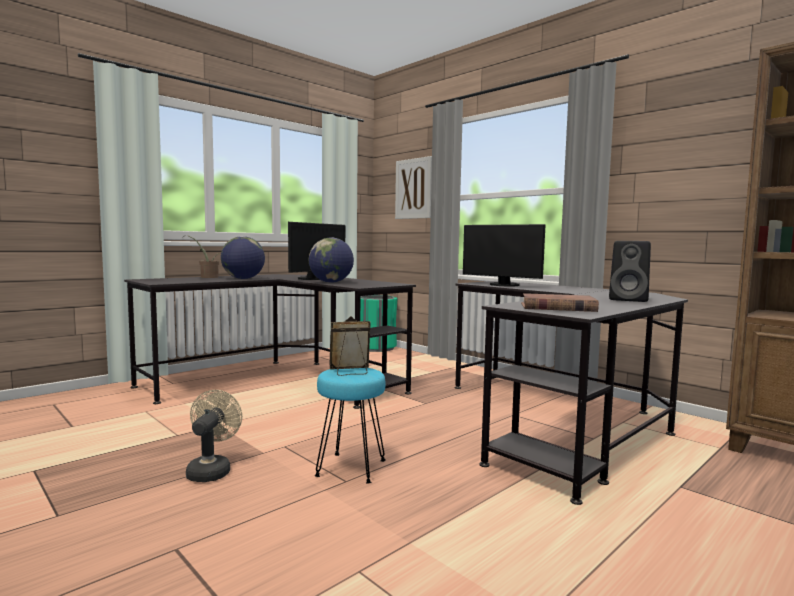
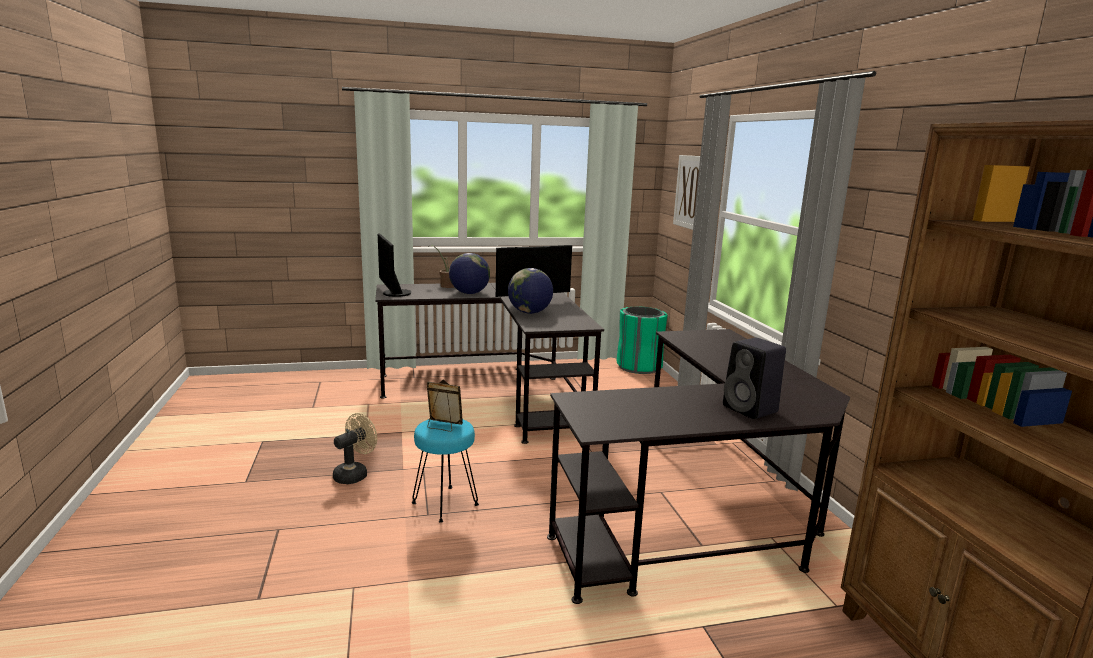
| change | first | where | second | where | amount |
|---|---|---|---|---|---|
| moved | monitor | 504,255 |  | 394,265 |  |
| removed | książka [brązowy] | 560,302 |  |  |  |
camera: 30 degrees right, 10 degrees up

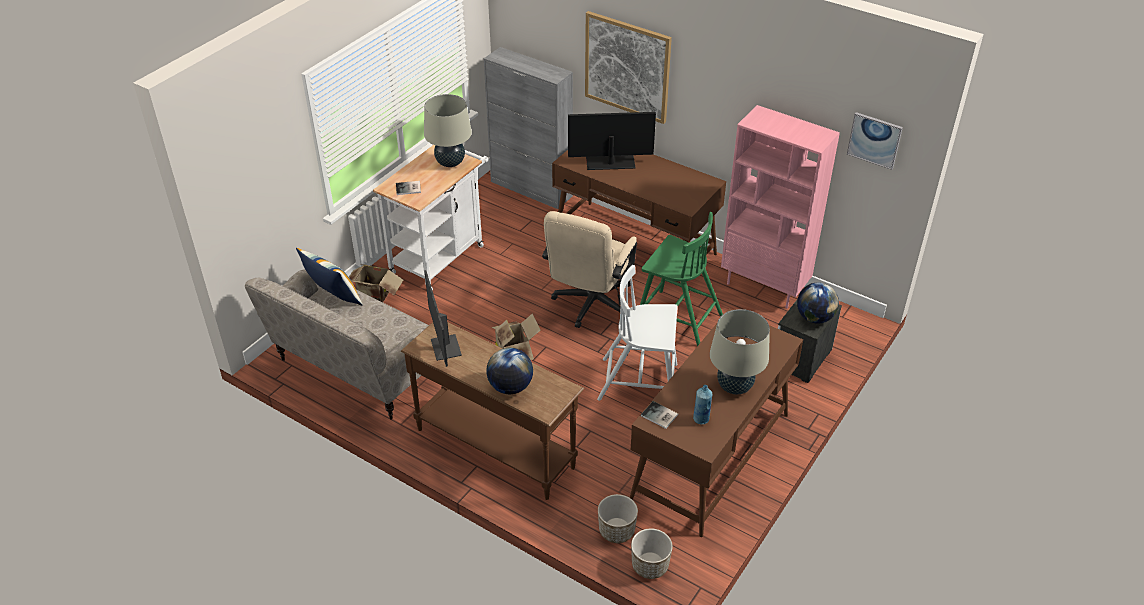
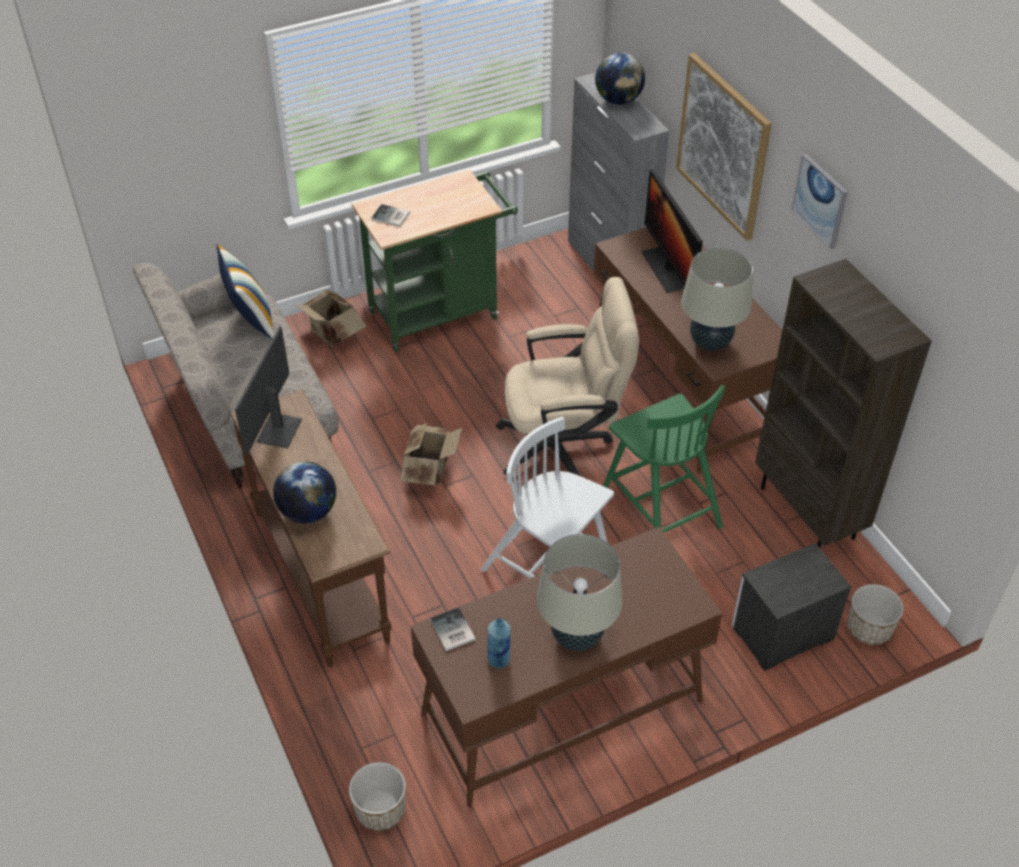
| change | first | where | second | where | amount |
|---|---|---|---|---|---|
| moved | lampa stołowa [beżowy] | 448,130 |  | 717,299 |  |
| recoloured | regał [różowy] | 780,207 | regał [brązowy] | 843,403 |  |
| turned | monitor | 612,141 |  | 672,231 | 135 degrees counterclockwise |
| moved | obraz | 875,141 |  | 819,201 |  |
| recoloured | wózek [biały] | 430,217 | wózek [zielony] | 434,260 |  |
| turned | krzesło biurowe [beżowy] | 589,269 |  | 567,376 | 150 degrees counterclockwise |
| moved | globus | 818,303 |  | 620,79 |  |
| moved | donica | 618,518 |  | 875,614 |  |
camera: 30 degrees right, 5 degrees up

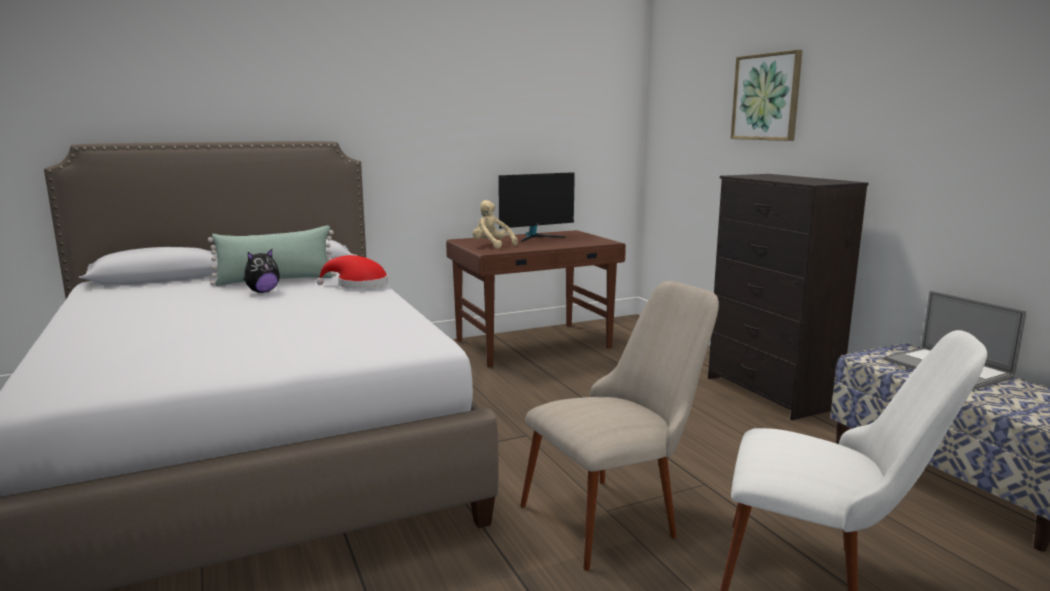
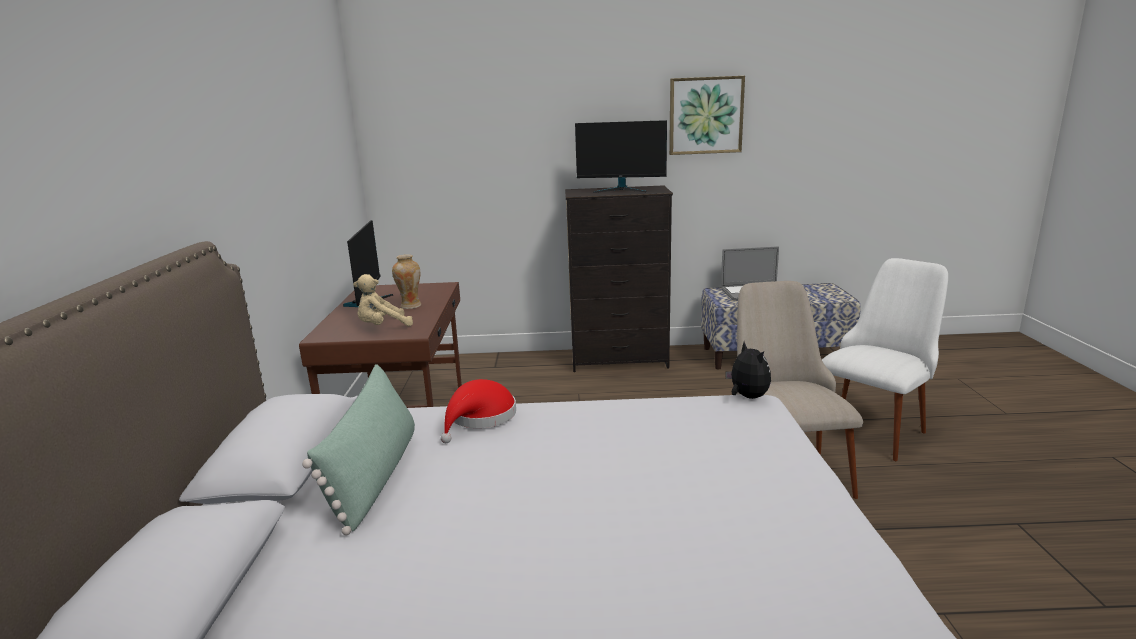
| change | first | where | second | where | amount |
|---|---|---|---|---|---|
| moved | obraz | 767,95 |  | 707,115 |  |
| moved | pluszak | 262,271 |  | 748,370 |  |
| added |  |  | monitor | 621,156 |  |
| added |  |  | wazon | 406,281 |  |
camera: 65 degrees left, 5 degrees up

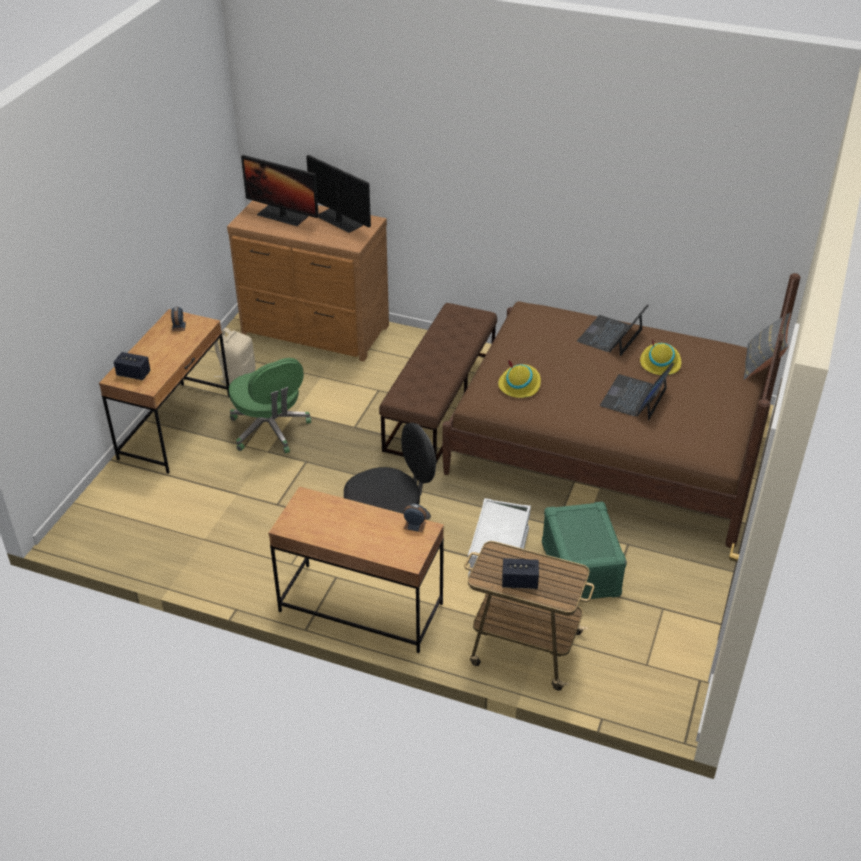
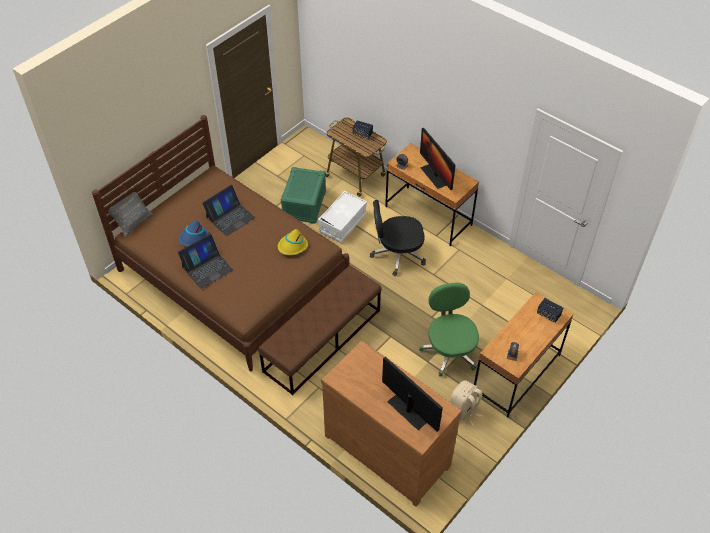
| change | first | where | second | where | amount |
|---|---|---|---|---|---|
| moved | monitor | 338,194 |  | 438,159 |  |
| recoloured | kapelusz [żółty] | 660,357 | kapelusz [niebieski] | 193,233 |  |
camera: 160 degrees left, 10 degrees up

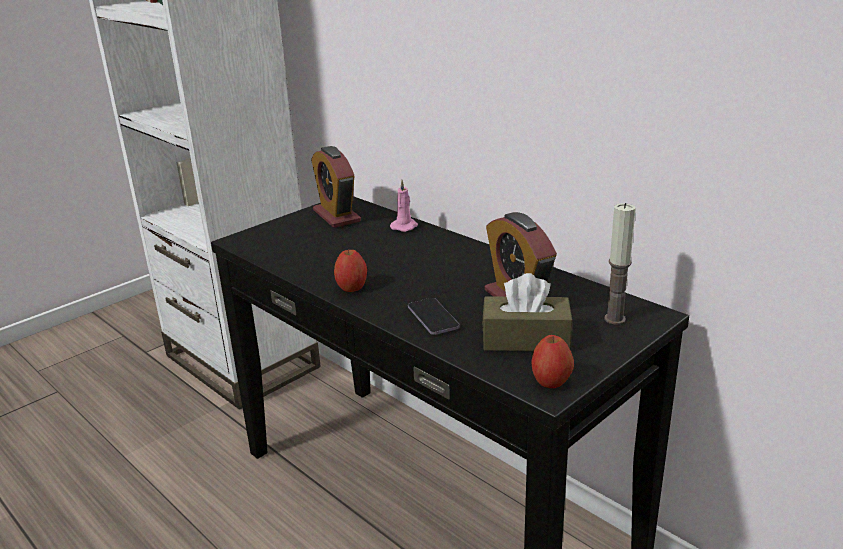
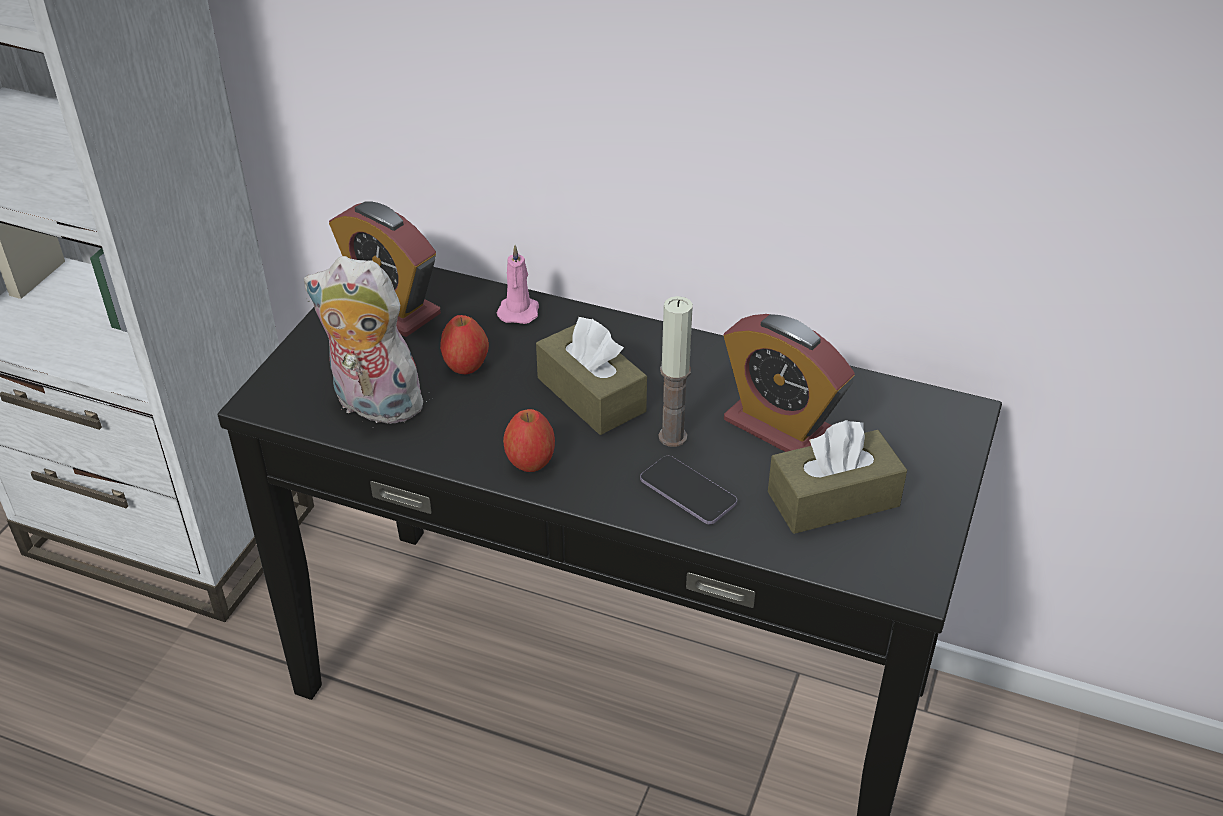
| change | first | where | second | where | amount |
|---|---|---|---|---|---|
| moved | świeca | 620,264 |  | 675,371 |  |
| moved | jabłko | 552,361 |  | 464,345 |  |
| added |  |  | pluszak | 365,340 |  |
| added |  |  | pudełko chusteczek [brązowy] | 591,376 |  |
camera: 25 degrees left, 15 degrees up

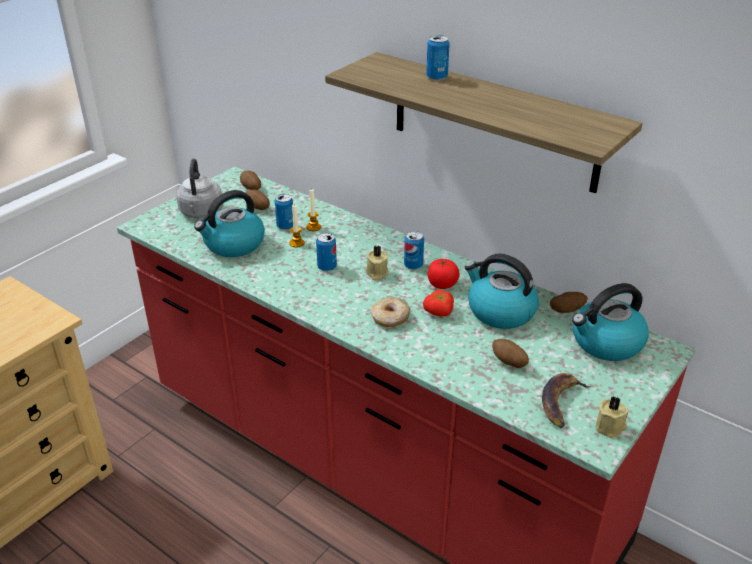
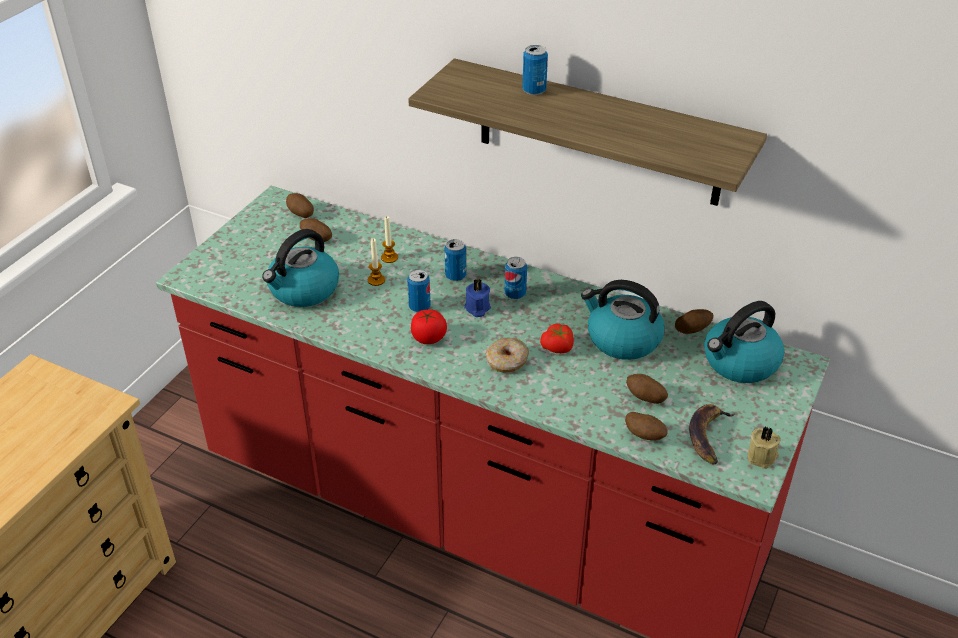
| change | first | where | second | where | amount |
|---|---|---|---|---|---|
| removed | czajnik [szary] | 199,188 |  |  |  |
| moved | puszka | 284,212 |  | 455,260 |  |
| recoloured | świeca [beżowy] | 377,262 | świeca [niebieski] | 477,297 |  |
| moved | pomidor | 444,274 |  | 429,326 |  |
| added |  |  | ziemniak | 646,426 |  |
camera: 10 degrees left, 5 degrees up

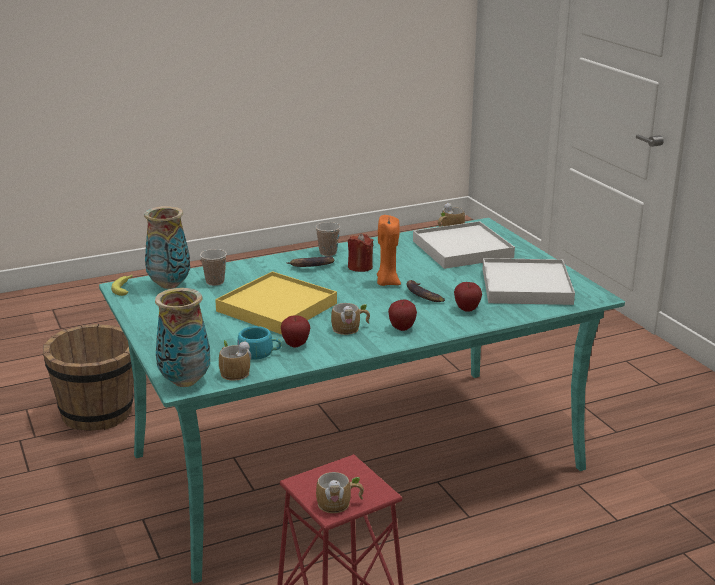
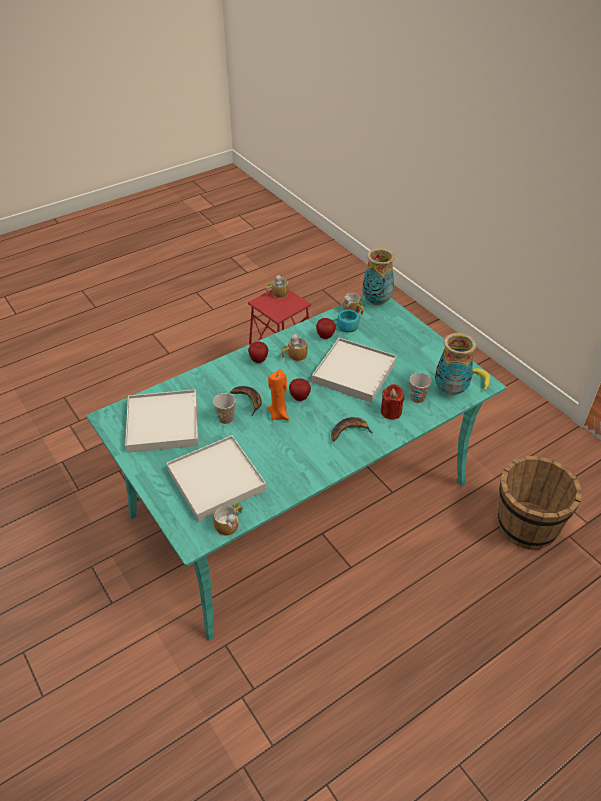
| change | first | where | second | where | amount |
|---|---|---|---|---|---|
| moved | filiżanka | 327,239 |  | 224,408 |  |
| moved | świeca [czerwony] | 360,252 |  | 393,401 |  |
| recoloured | taca [żółty] | 276,303 | taca [biały] | 354,370 |  |
| moved | jabłko | 468,297 |  | 300,389 |  |
camera: 170 degrees right, 20 degrees up

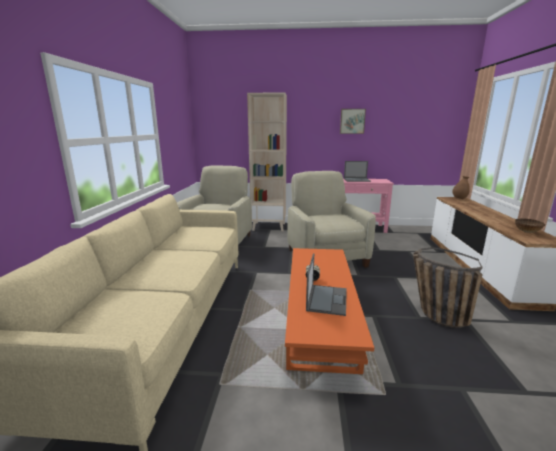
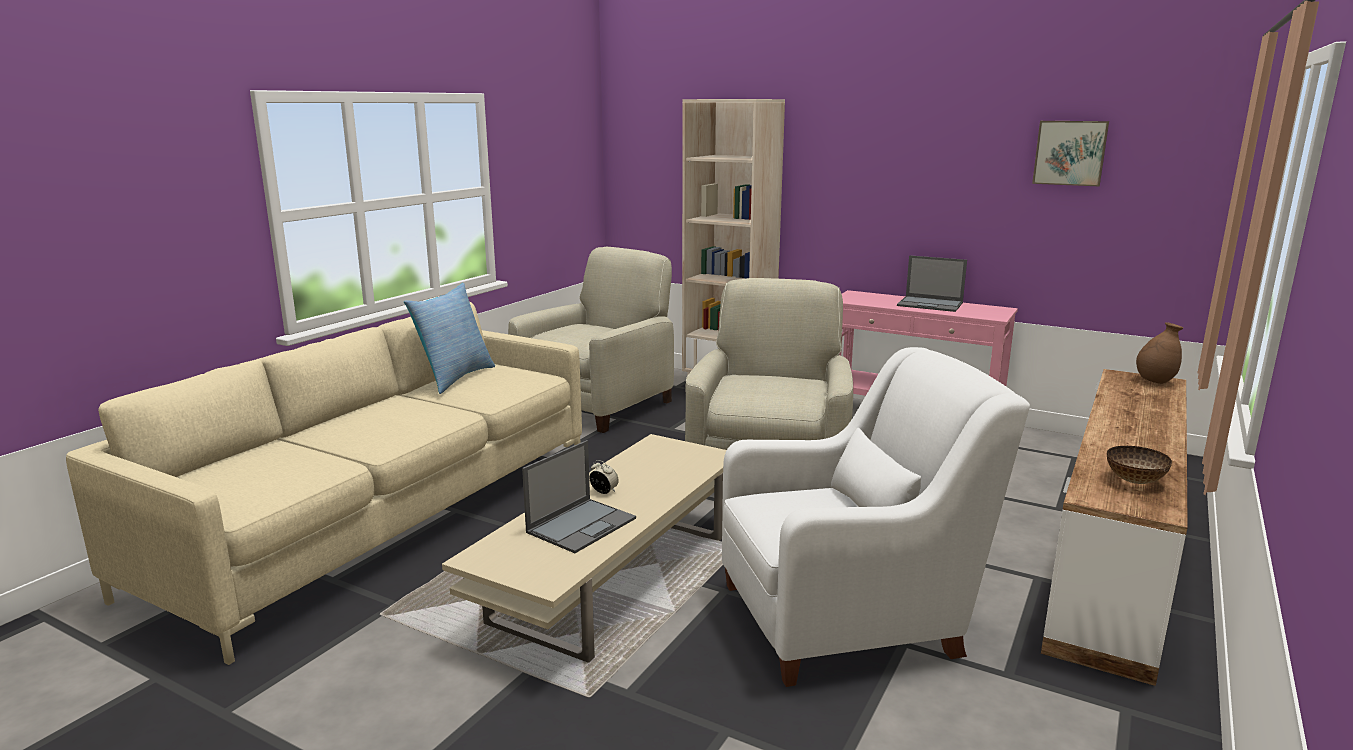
| change | first | where | second | where | amount |
|---|---|---|---|---|---|
| moved | obraz | 353,121 |  | 1070,153 |  |
| replaced | koszyk | 448,287 | fotel [biały] | 876,517 |  |
| recoloured | ława [pomarańczowy] | 329,311 | ława [beżowy] | 584,548 |  |
| added |  |  | poduszka | 449,338 |  |
camera: 25 degrees right, 0 degrees up

